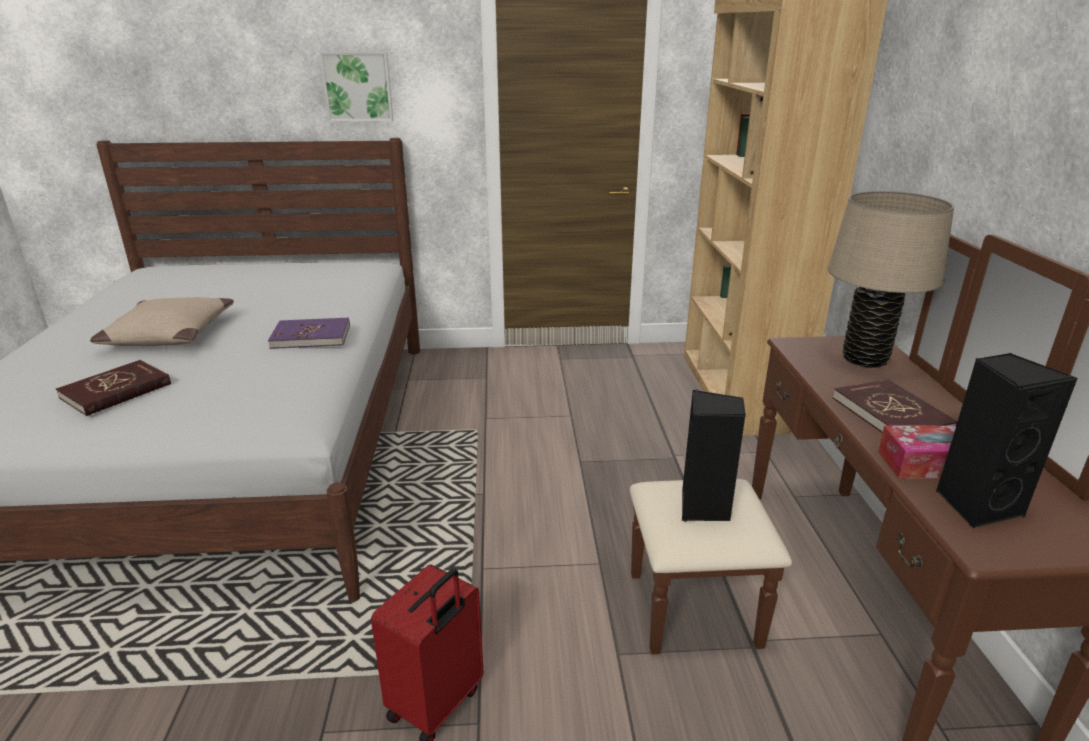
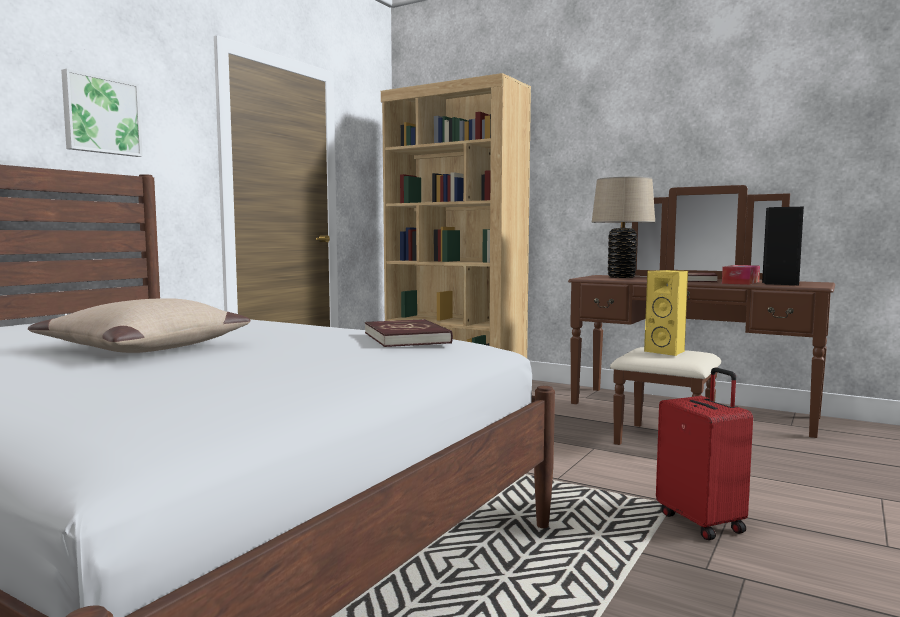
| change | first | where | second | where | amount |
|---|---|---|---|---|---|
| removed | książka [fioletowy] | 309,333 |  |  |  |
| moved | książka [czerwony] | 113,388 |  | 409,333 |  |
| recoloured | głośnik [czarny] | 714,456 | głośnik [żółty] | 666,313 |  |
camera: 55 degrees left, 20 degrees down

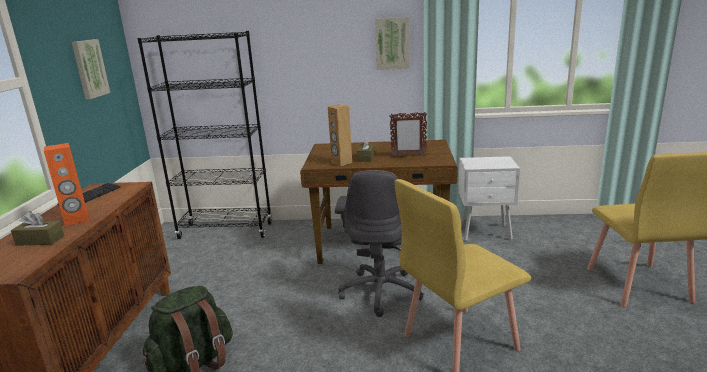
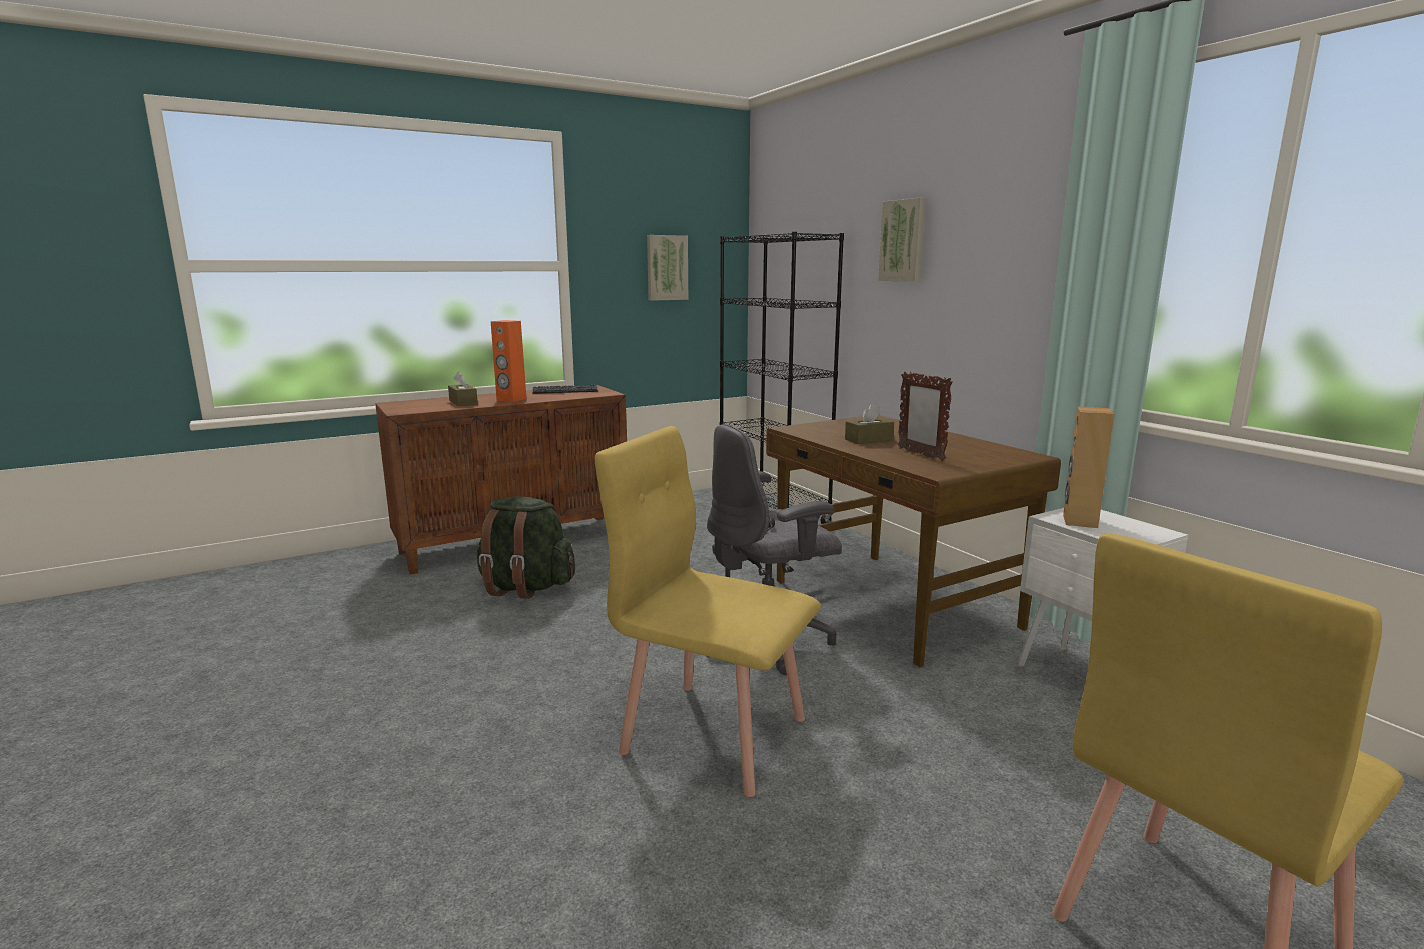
| change | first | where | second | where | amount |
|---|---|---|---|---|---|
| moved | obraz | 392,43 |  | 902,240 |  |
| moved | głośnik [brązowy] | 340,135 |  | 1088,467 |  |
camera: 55 degrees right, 5 degrees down

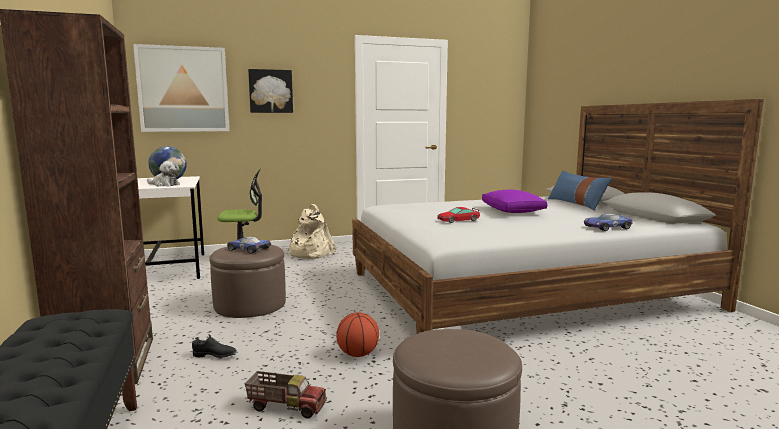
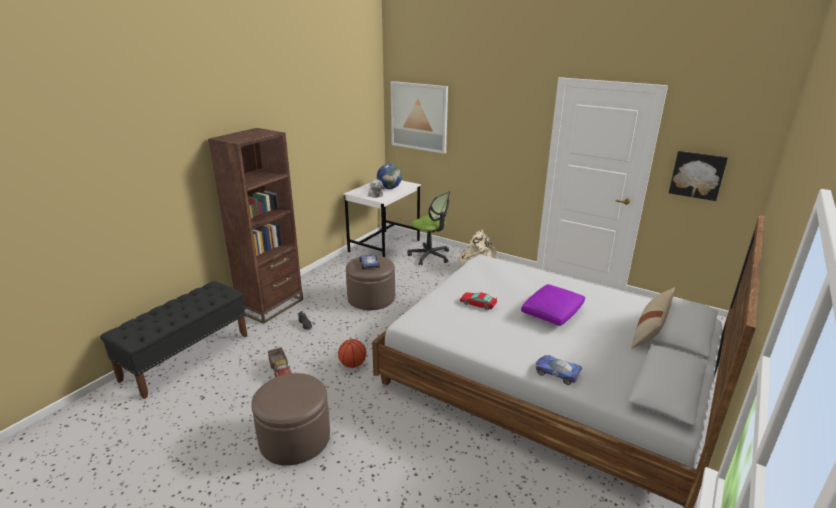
| change | first | where | second | where | amount |
|---|---|---|---|---|---|
| moved | obraz | 270,91 |  | 698,176 |  |
| recoloured | poduszka [niebieski] | 580,191 | poduszka [beżowy] | 653,318 |  |
camera: 50 degrees right, 15 degrees up

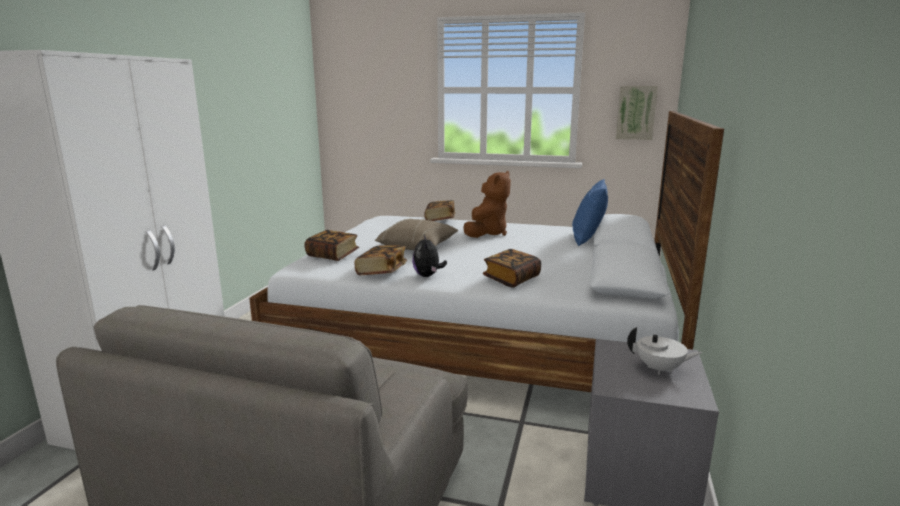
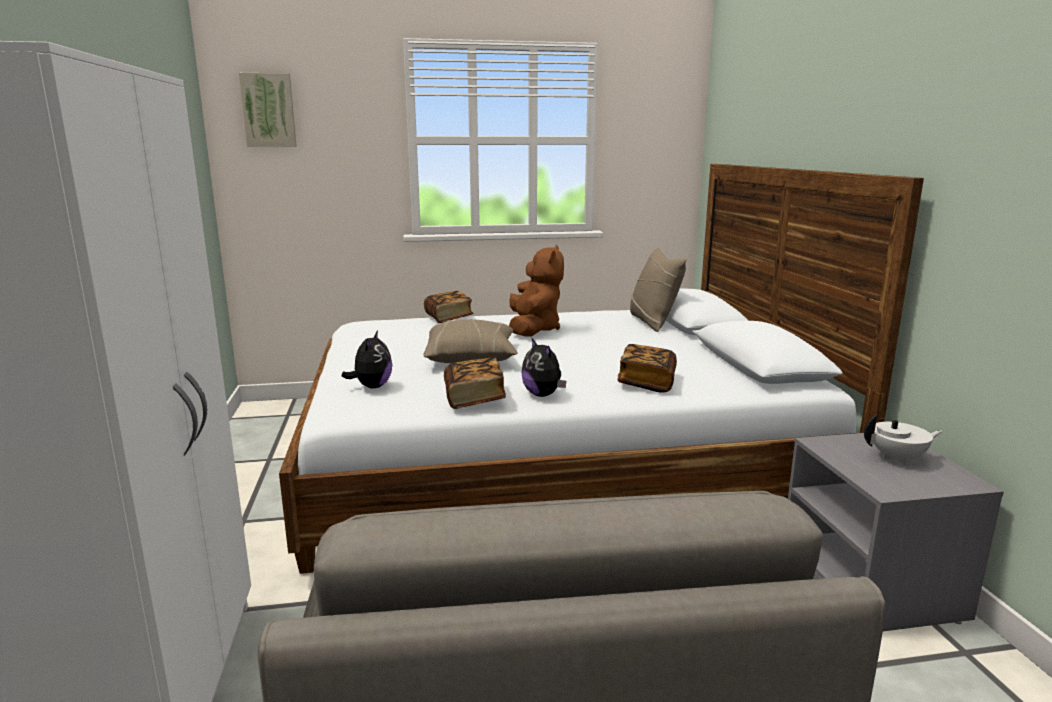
| change | first | where | second | where | amount |
|---|---|---|---|---|---|
| moved | obraz | 637,113 |  | 268,110 |  |
| recoloured | poduszka [niebieski] | 590,212 | poduszka [beżowy] | 658,290 |  |
| replaced | książka | 331,245 | pluszak | 366,359 |  |
camera: 25 degrees left, 0 degrees up

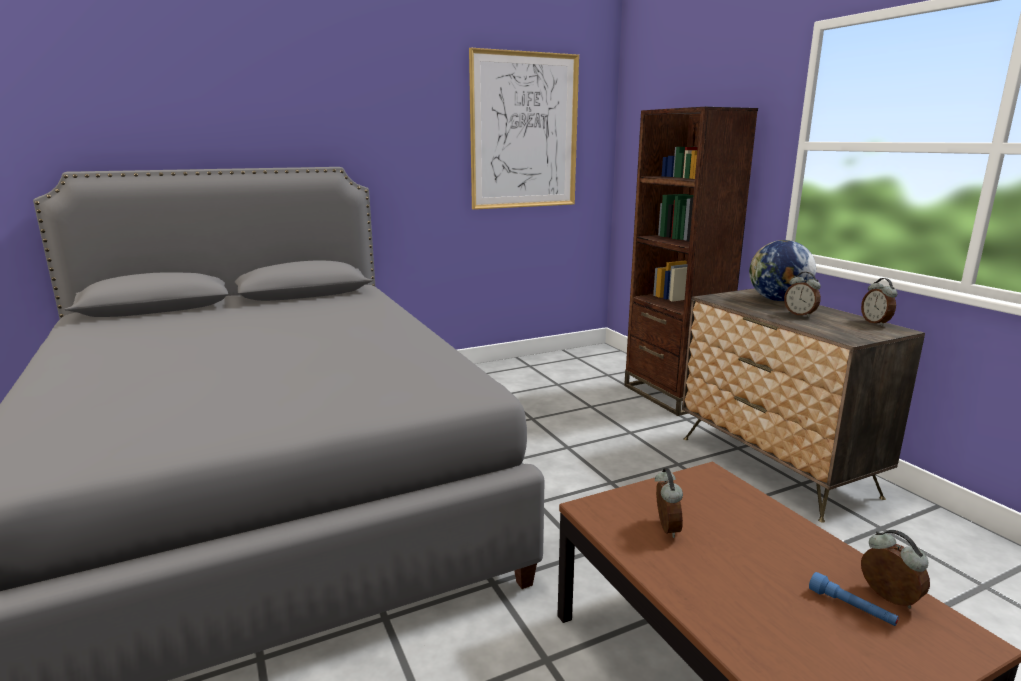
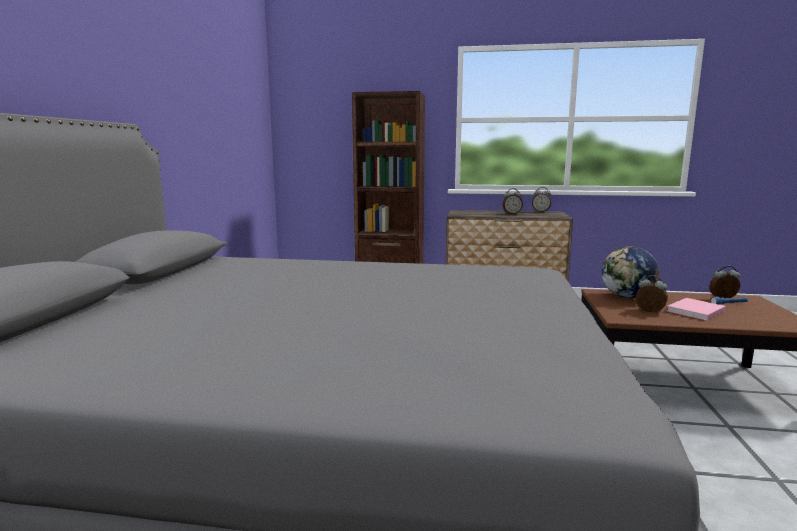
| change | first | where | second | where | amount |
|---|---|---|---|---|---|
| removed | obraz | 524,129 |  |  |  |
| moved | globus | 782,270 |  | 630,272 |  |
| added |  |  | książka [różowy] | 696,309 |  |
camera: 55 degrees left, 5 degrees down

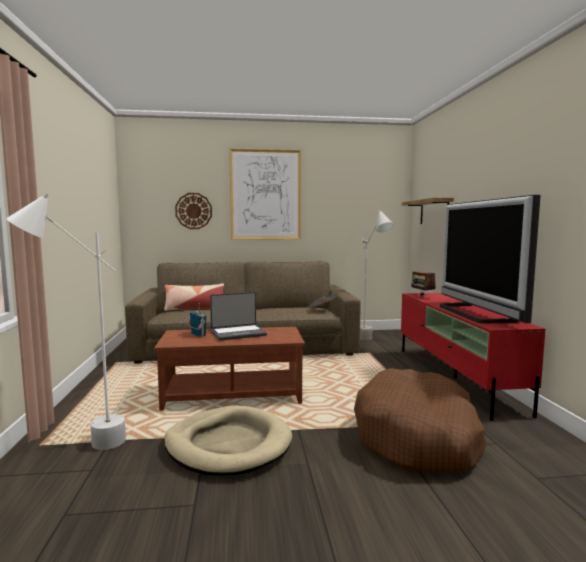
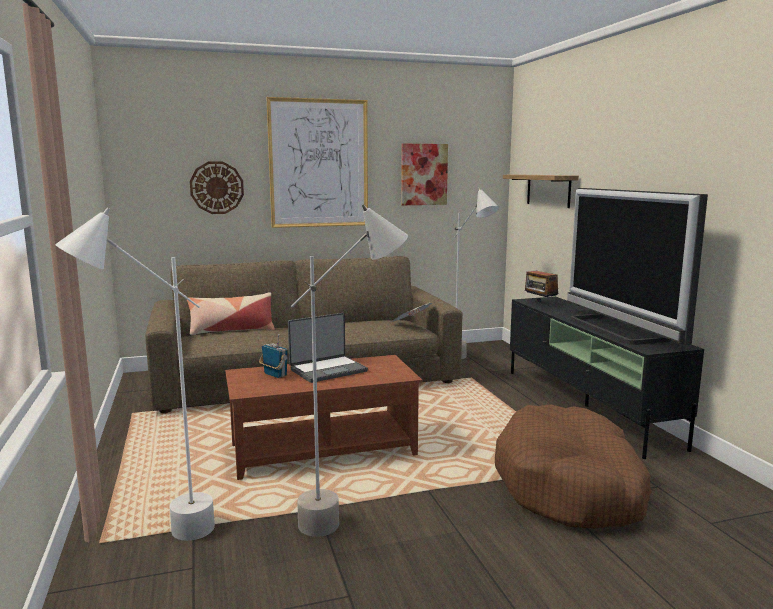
| change | first | where | second | where | amount |
|---|---|---|---|---|---|
| recoloured | szafka pod telewizor [czerwony] | 473,357 | szafka pod telewizor [czarny] | 607,378 |  |
| replaced | legowisko [beżowy] | 228,440 | lampa stojąca [szary] | 349,370 |  |
| added |  |  | obraz | 424,174 |  |
camera: 10 degrees left, 5 degrees up

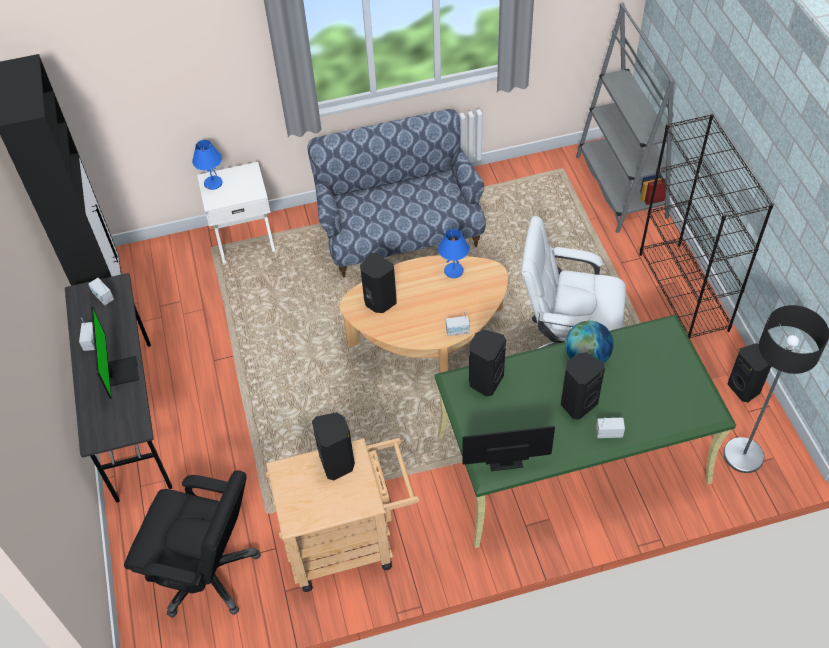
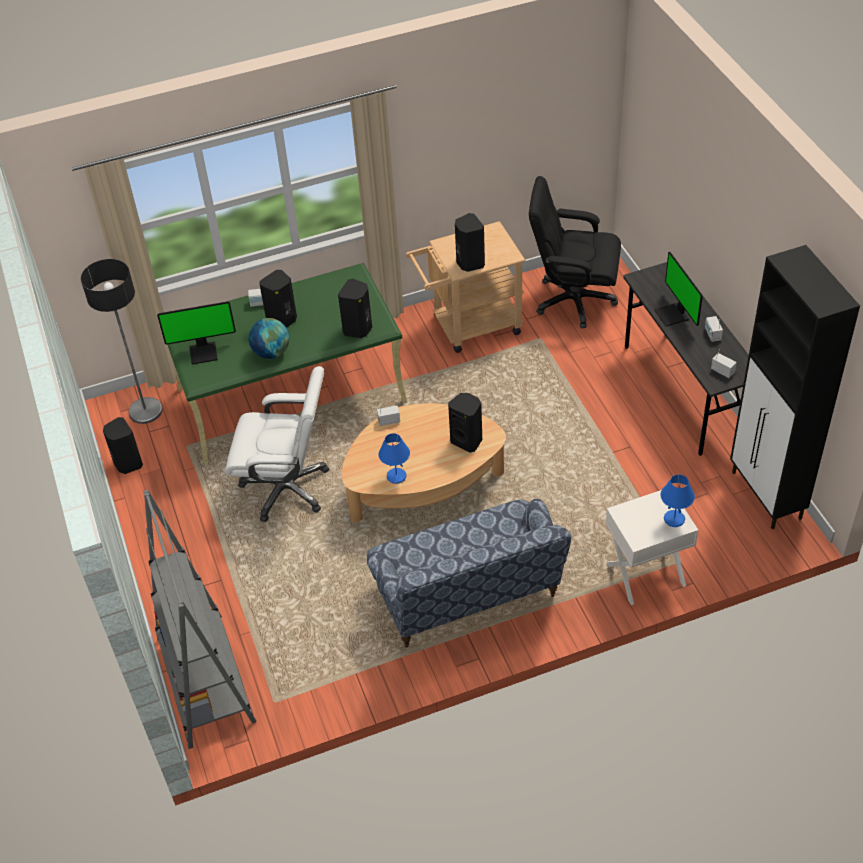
| change | first | where | second | where | amount |
|---|---|---|---|---|---|
| removed | regał [czarny] | 706,226 |  |  |  |
| moved | monitor | 508,448 |  | 196,333 |  |
camera: 175 degrees right, 5 degrees down

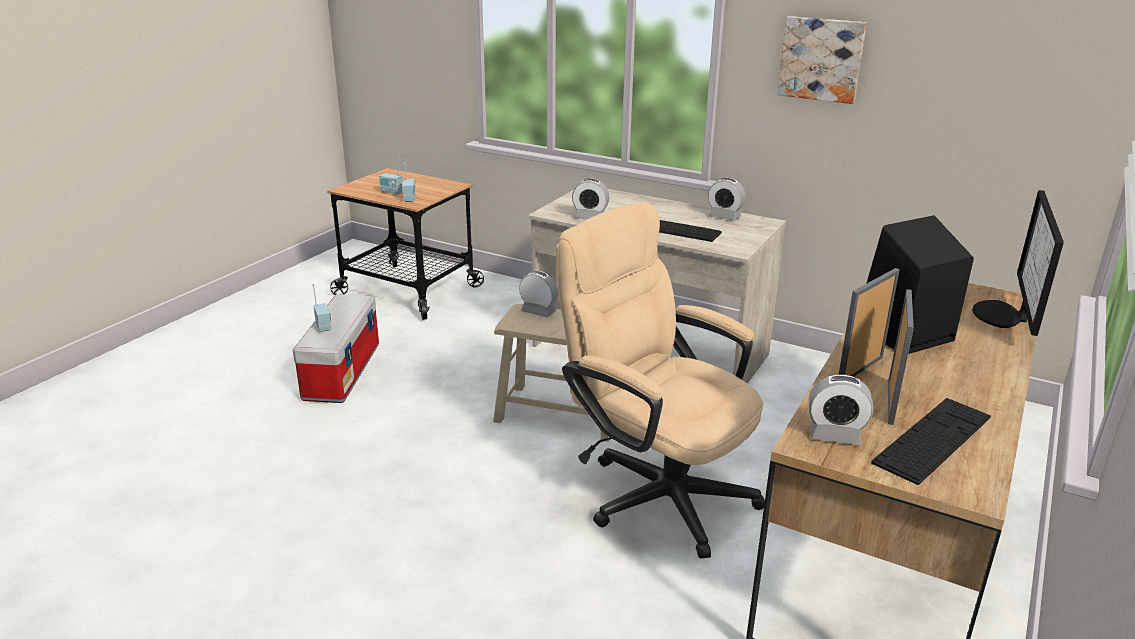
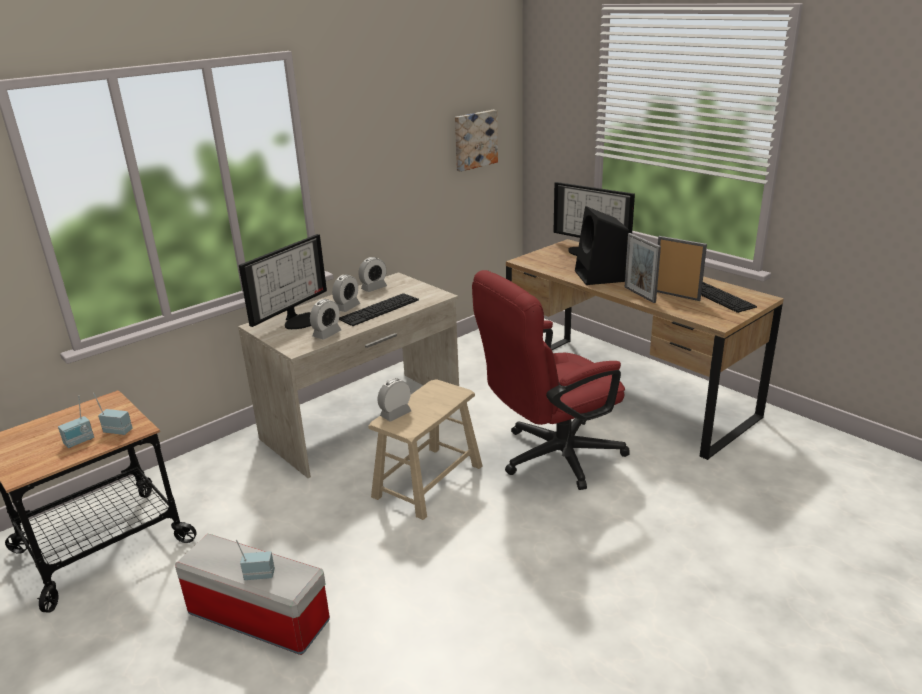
| change | first | where | second | where | amount |
|---|---|---|---|---|---|
| moved | obraz | 822,60 |  | 476,141 |  |
| recoloured | krzesło biurowe [beżowy] | 660,380 | krzesło biurowe [czerwony] | 551,380 |  |
| moved | budzik | 841,410 |  | 346,293 |  |
| added |  |  | monitor | 283,281 |  |
camera: 70 degrees left, 0 degrees up

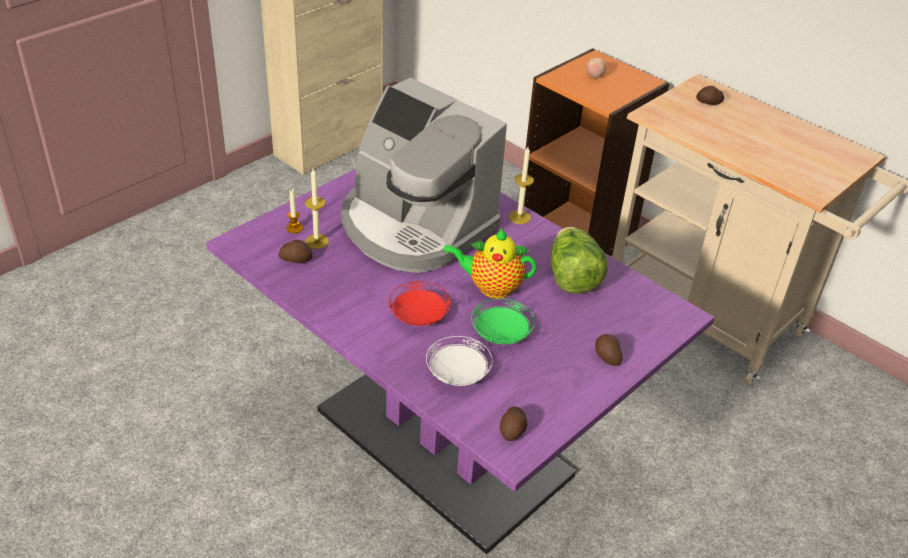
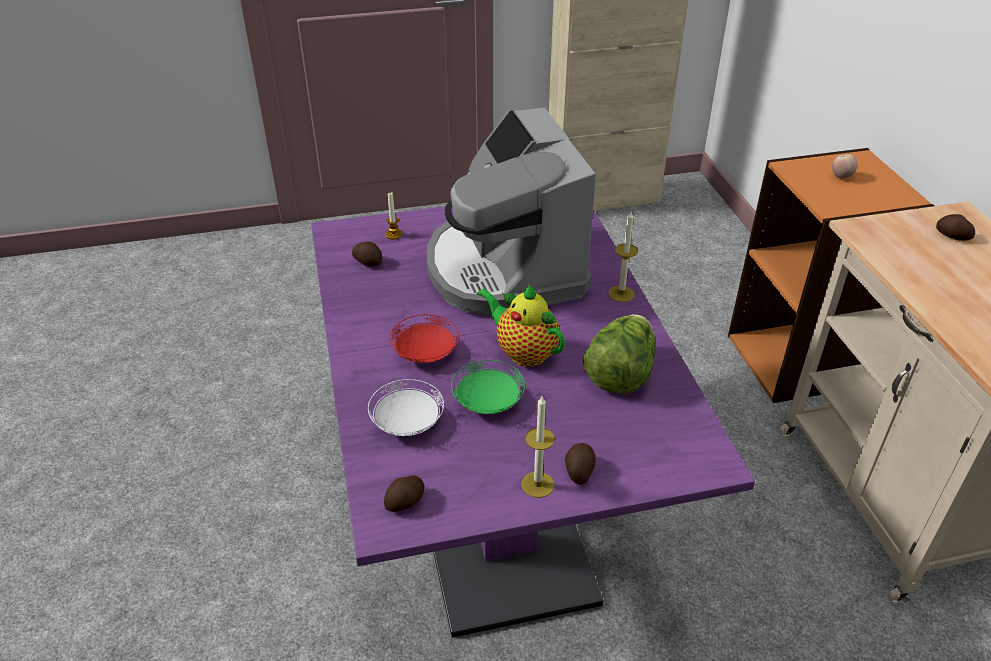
| change | first | where | second | where | amount |
|---|---|---|---|---|---|
| moved | świeca | 317,209 |  | 538,447 |  |
camera: 35 degrees right, 0 degrees up

